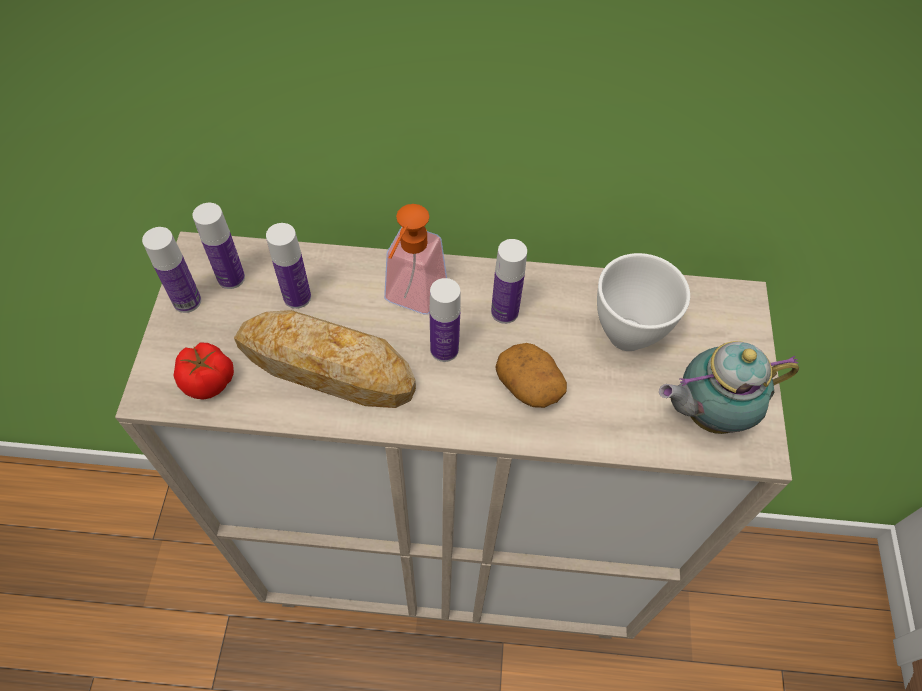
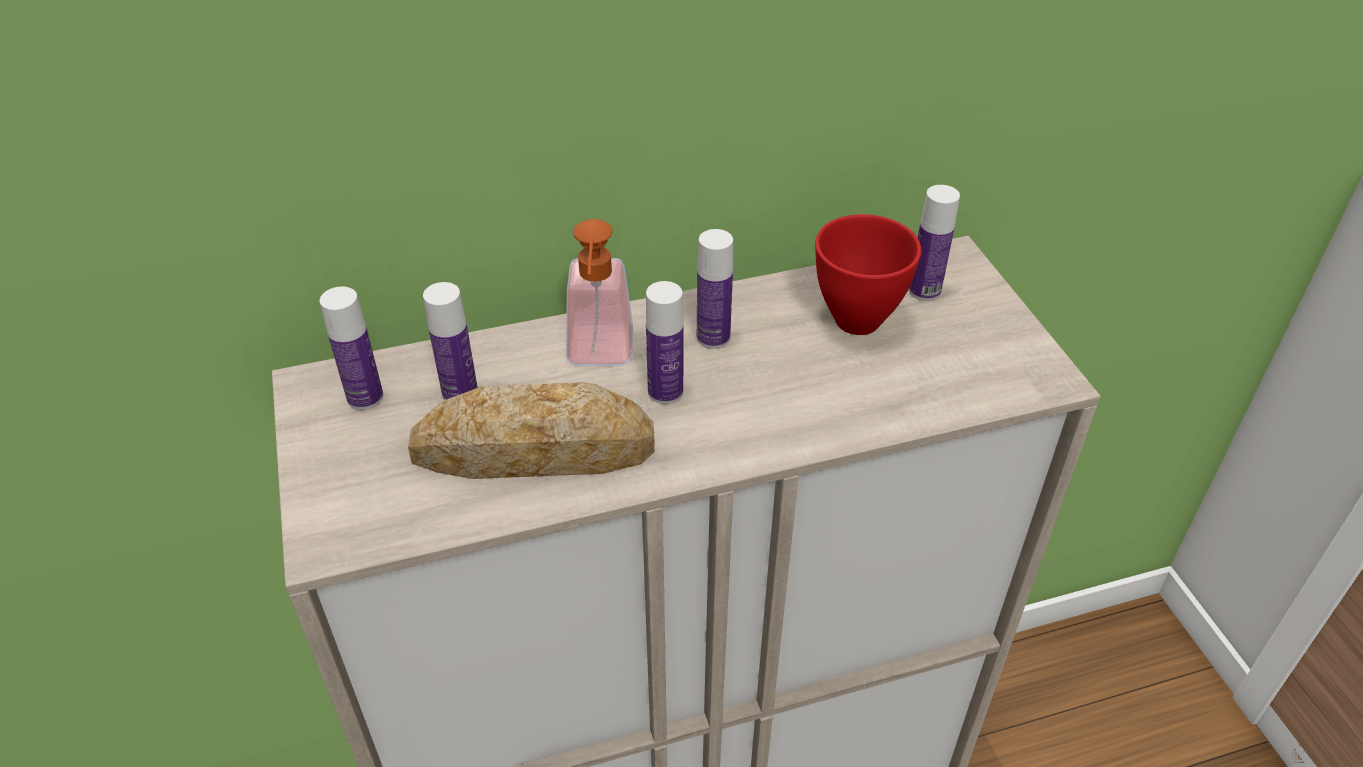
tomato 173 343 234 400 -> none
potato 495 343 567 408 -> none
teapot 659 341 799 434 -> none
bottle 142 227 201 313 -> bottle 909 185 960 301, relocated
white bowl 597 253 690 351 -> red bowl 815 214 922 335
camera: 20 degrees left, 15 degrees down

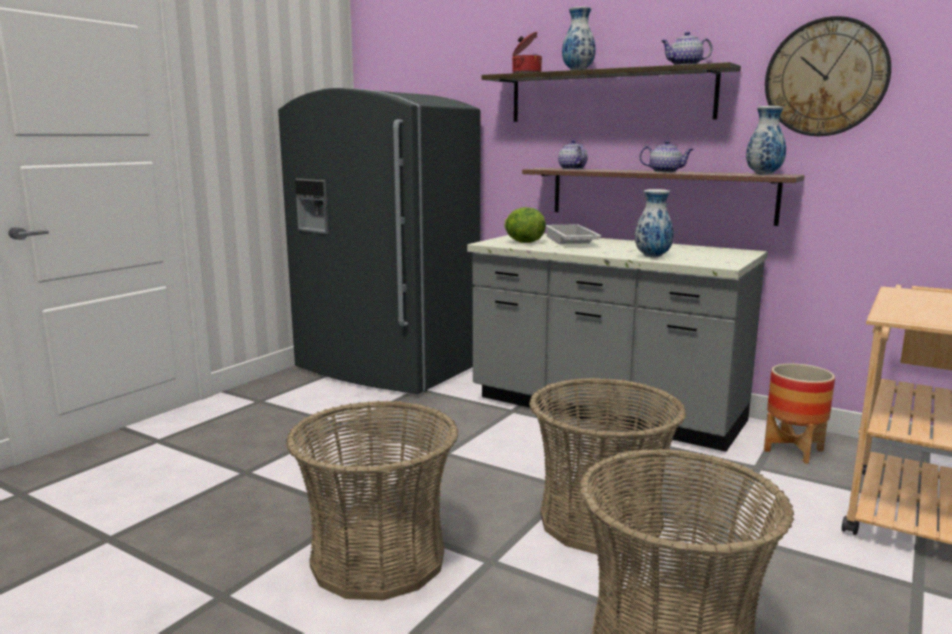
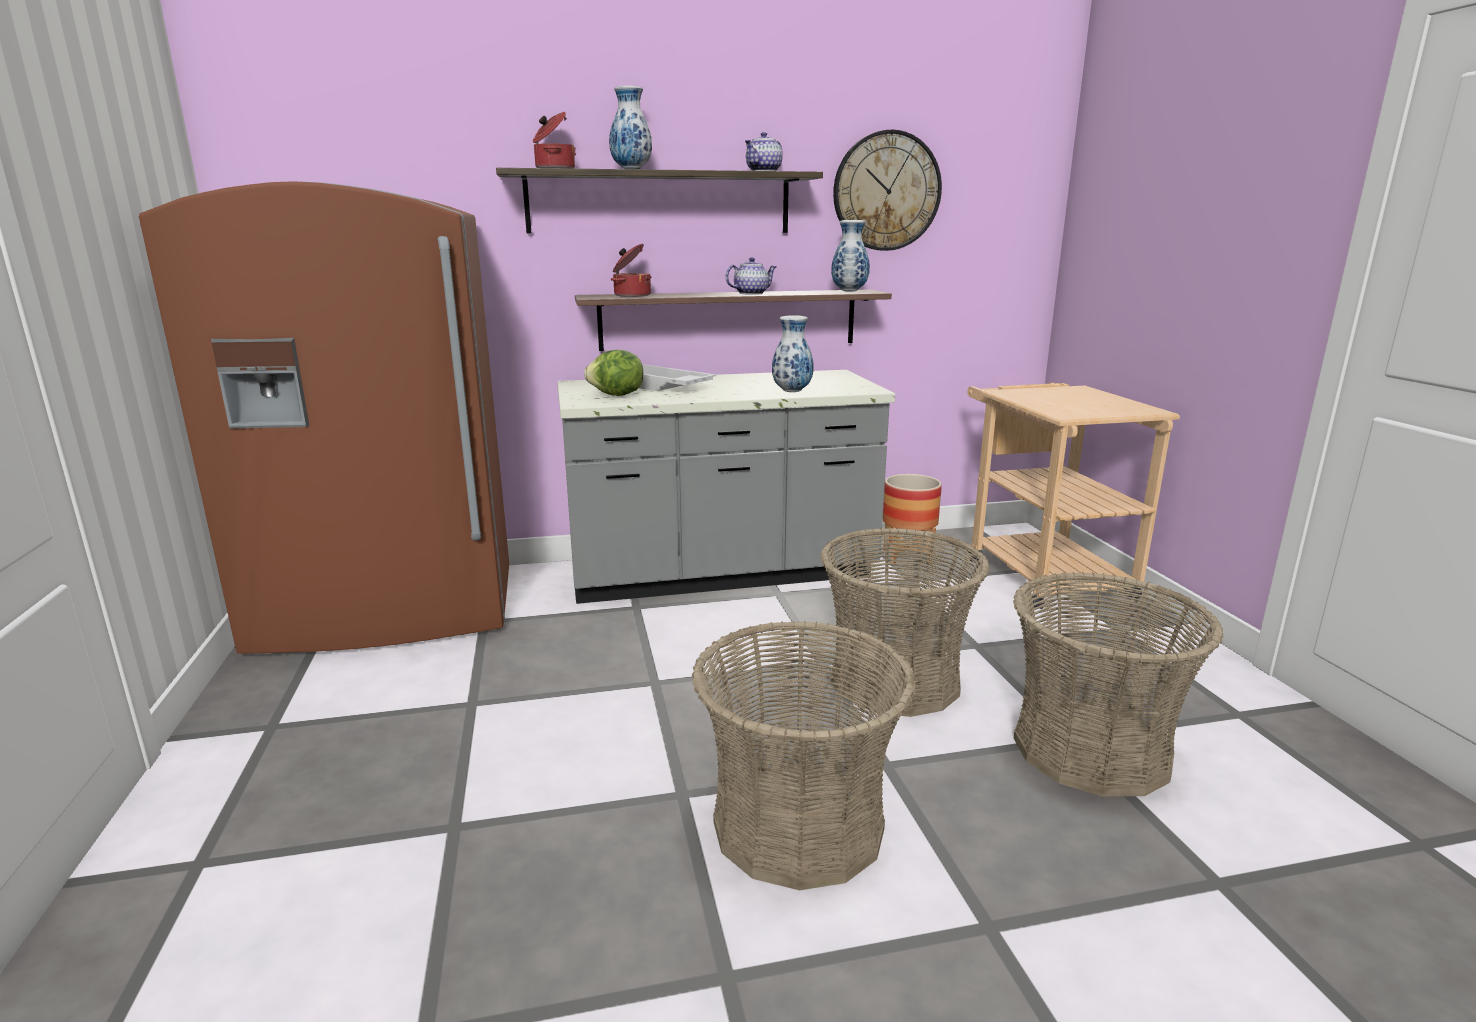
teapot 558 140 588 169 -> cooking pot 611 244 652 297
grey fridge 278 88 480 394 -> brown fridge 139 181 509 654
camera: 45 degrees left, 5 degrees up

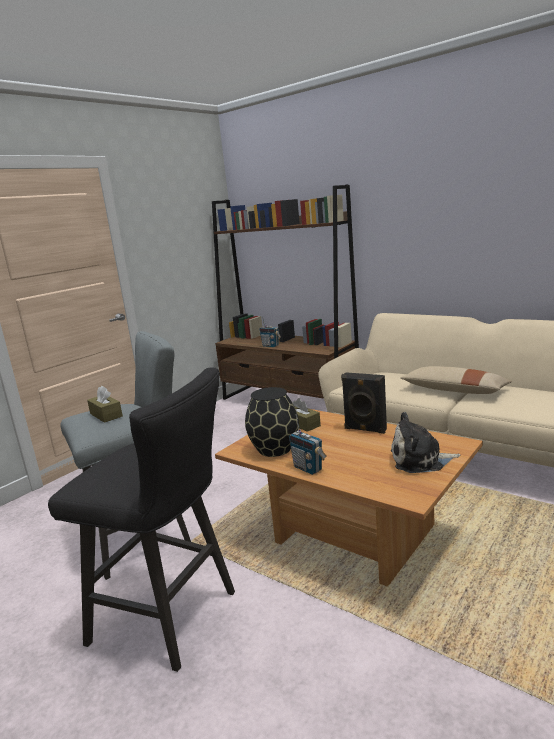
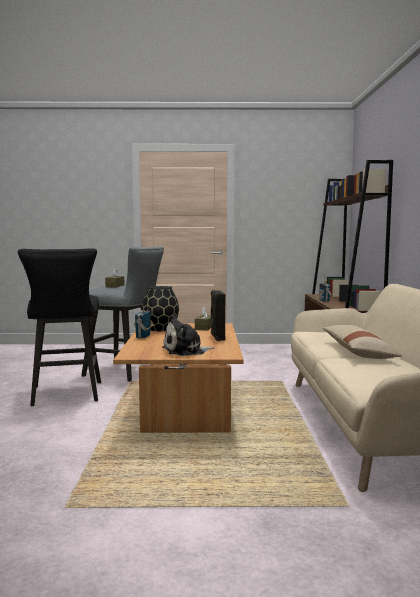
plush toy 391 412 460 473 -> plush toy 162 315 215 356, 75 degrees counterclockwise
camera: 50 degrees right, 10 degrees down

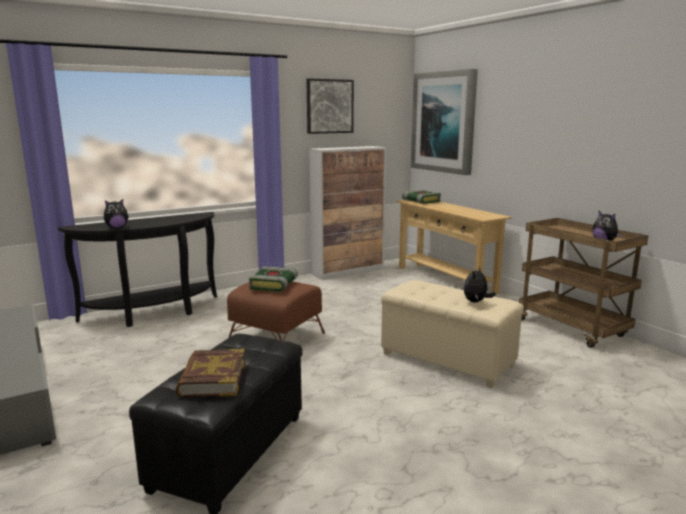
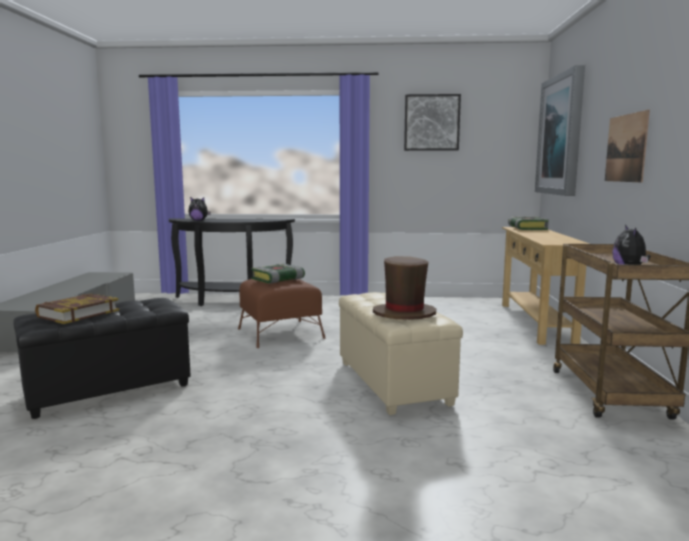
cabinet 309 146 386 280 -> none
none -> picture 605 110 650 182
plush toy 464 266 496 302 -> brown hat 373 256 436 320
camera: 35 degrees right, 5 degrees down

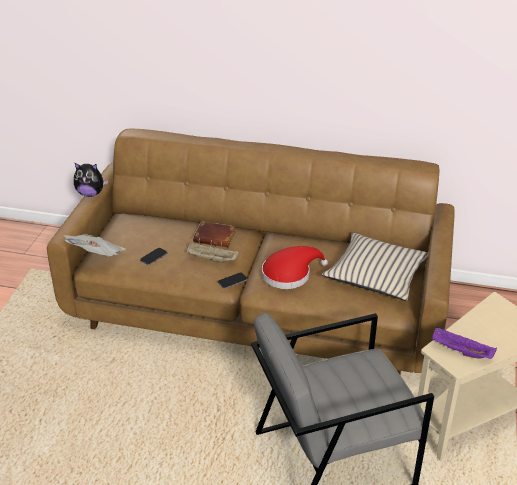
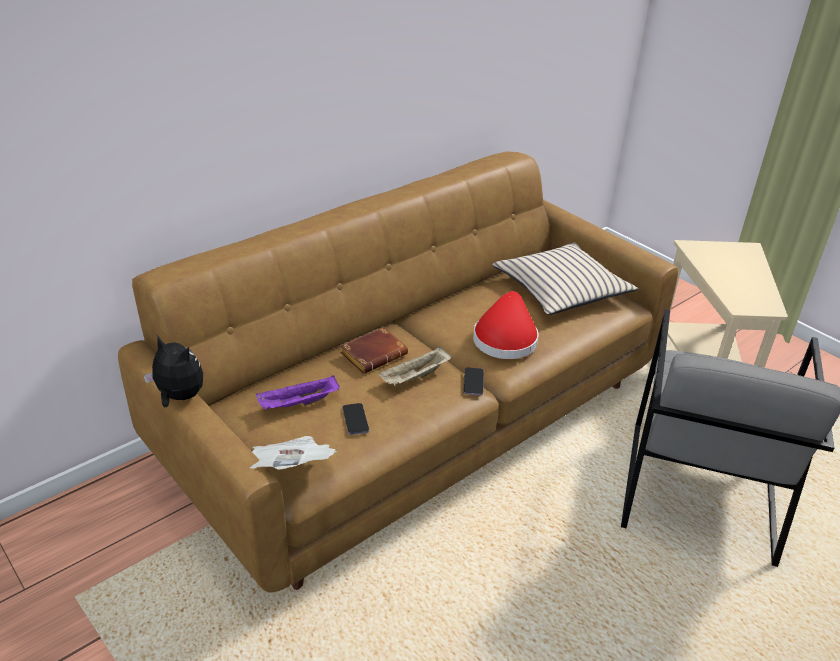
purple tray 432 327 497 359 -> purple tray 256 375 339 410, relocated
plush toy 74 162 108 197 -> plush toy 143 336 203 408, 105 degrees counterclockwise
camera: 55 degrees left, 0 degrees up

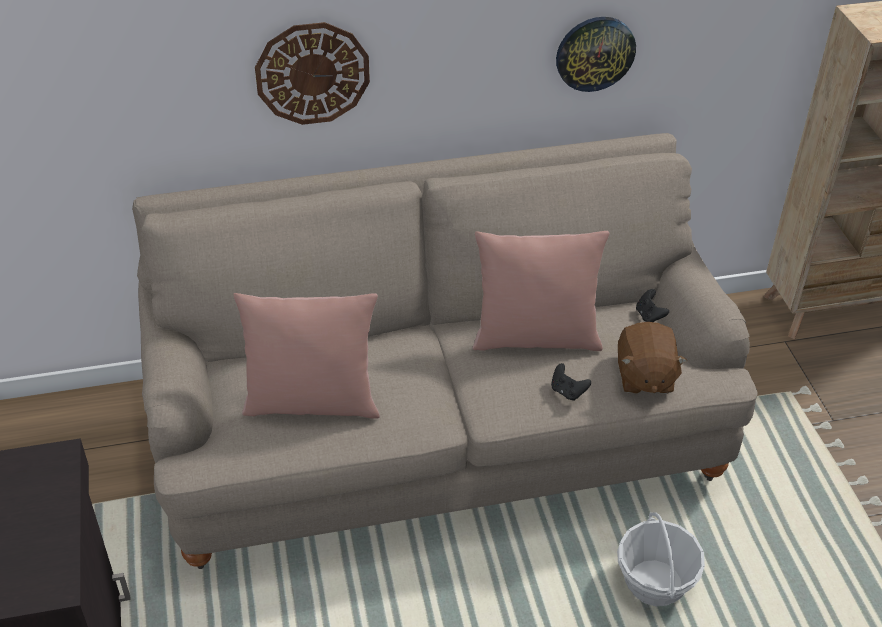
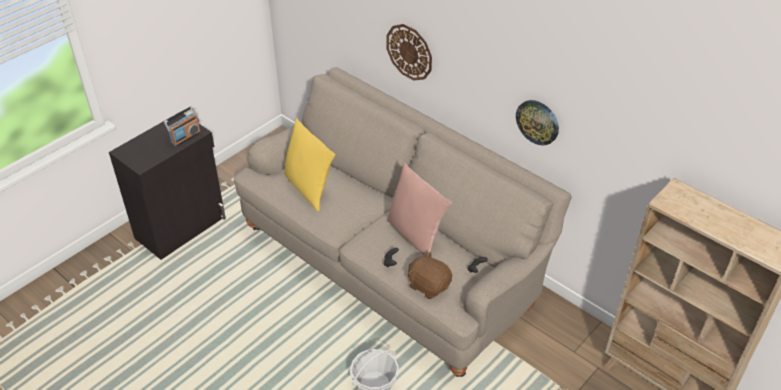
none -> radio 164 106 201 147
pink pillow 234 293 380 418 -> yellow pillow 284 118 335 212
brown plush toy 618 322 687 394 -> brown plush toy 408 252 452 299, 75 degrees clockwise
camera: 55 degrees right, 0 degrees up

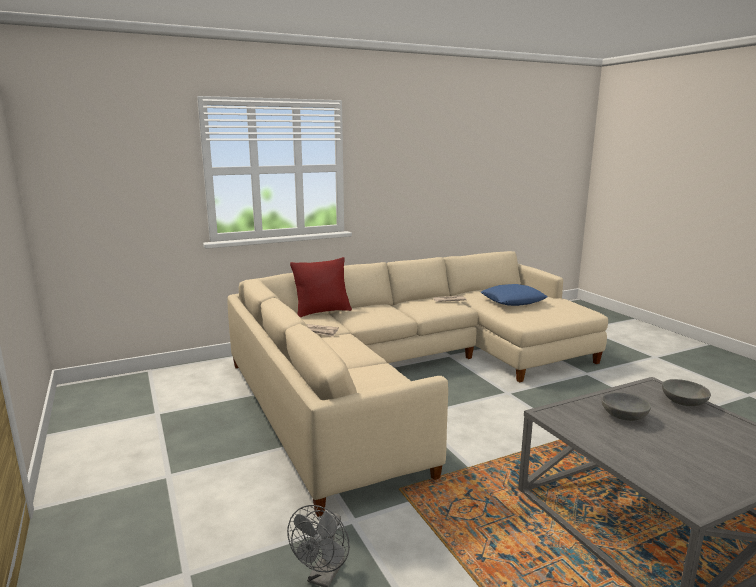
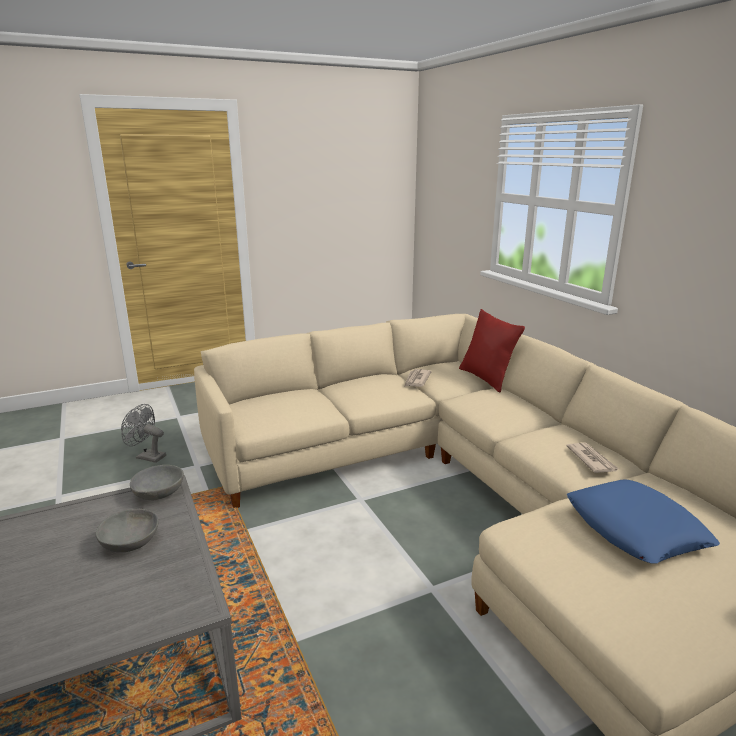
grey bowl 662 379 711 406 -> grey bowl 130 465 184 500, relocated
camera: 90 degrees right, 5 degrees up

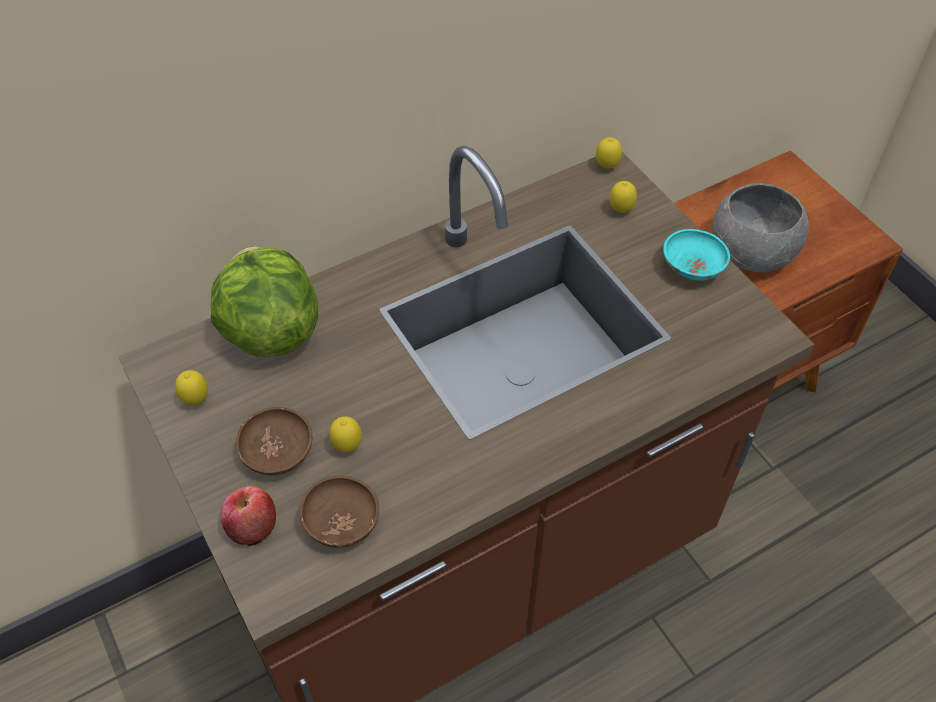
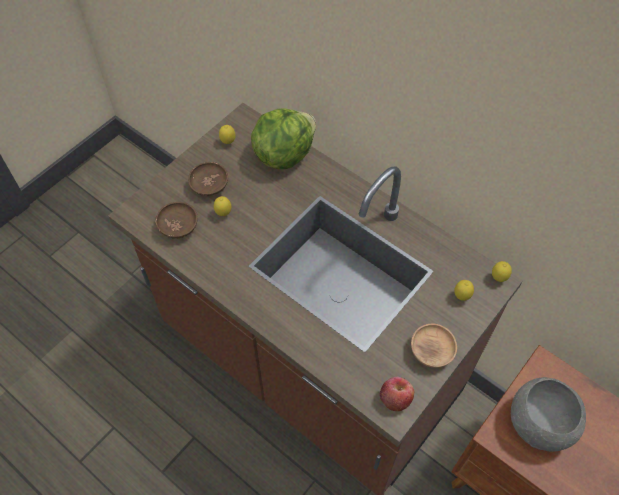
apple 221 486 276 546 -> apple 380 377 414 411, relocated
turquoise bowl 663 229 730 281 -> brown bowl 411 323 457 368
camera: 70 degrees right, 5 degrees up

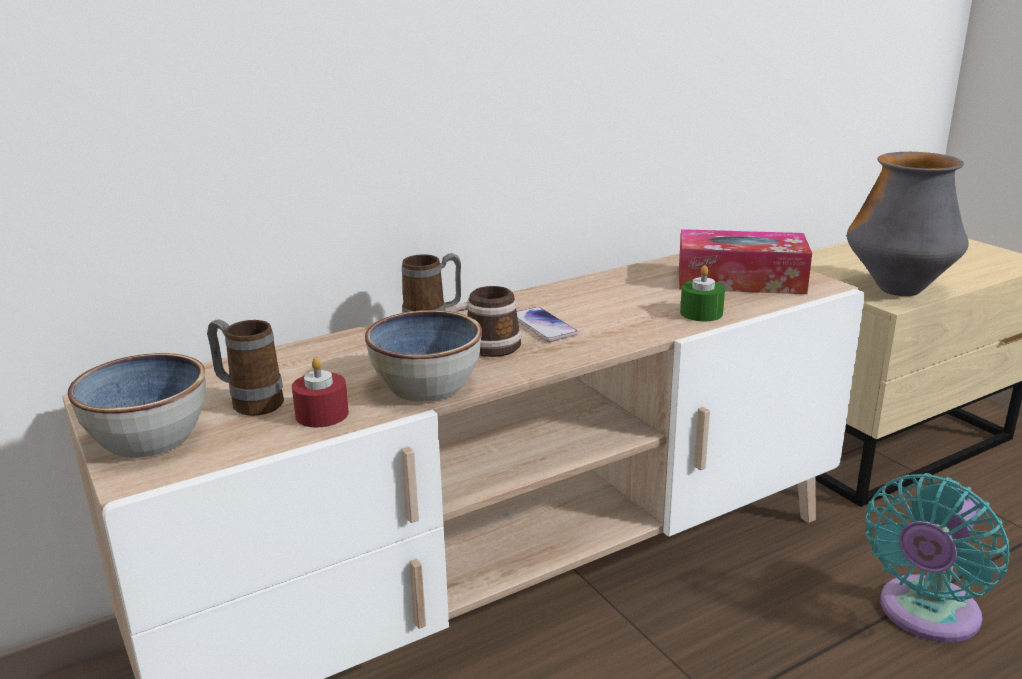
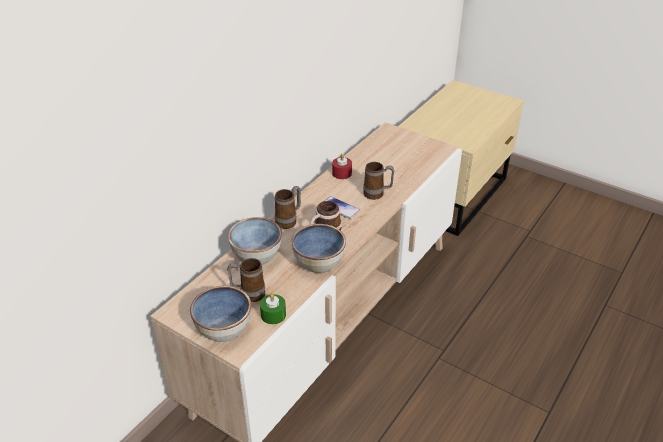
tissue box 679 229 812 294 -> none
vase 847 152 969 296 -> none
turquoise fan 865 473 1010 642 -> none
none -> bowl 228 217 282 265
none -> mug 363 162 394 200
red candle 292 357 349 428 -> red candle 332 153 352 179, relocated
green candle 680 265 725 321 -> green candle 260 293 286 324, relocated
camera: 25 degrees left, 15 degrees up

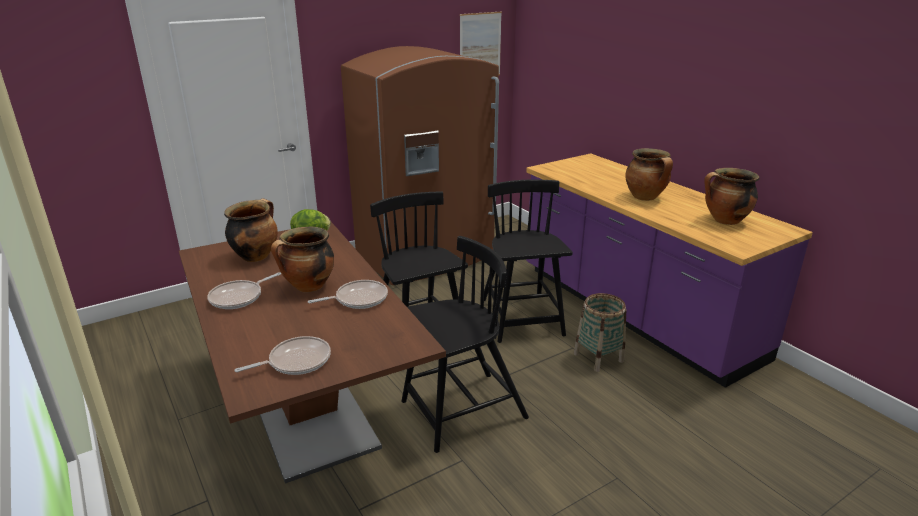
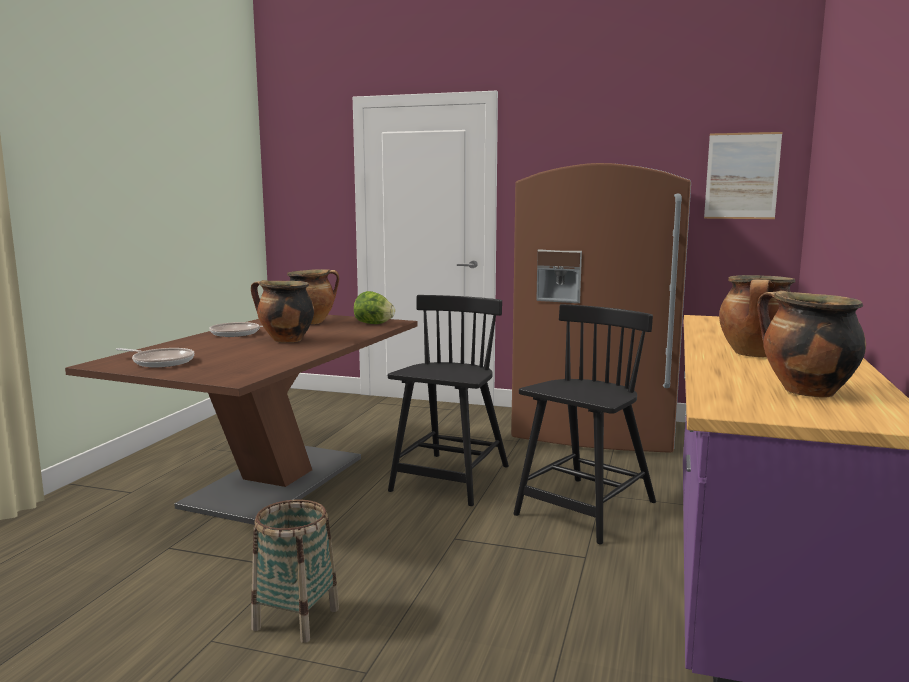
frying pan 308 280 388 309 -> none
black chair 401 236 529 453 -> none
basket 574 293 626 372 -> basket 251 499 339 643, relocated
camera: 50 degrees right, 15 degrees down

